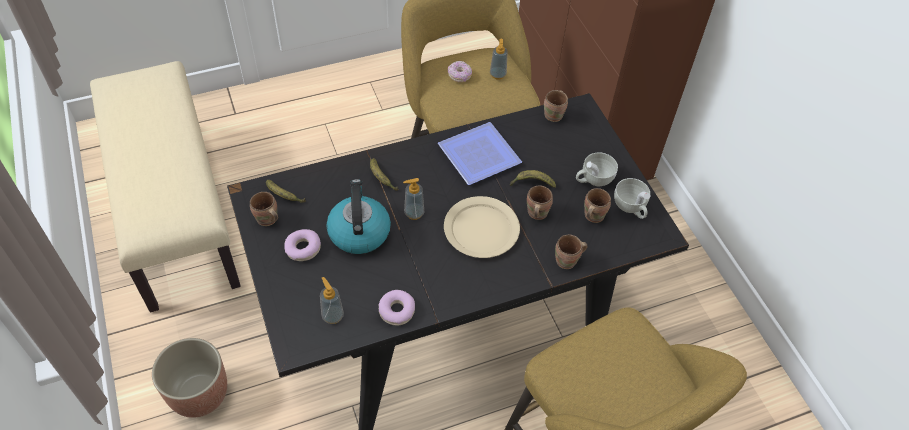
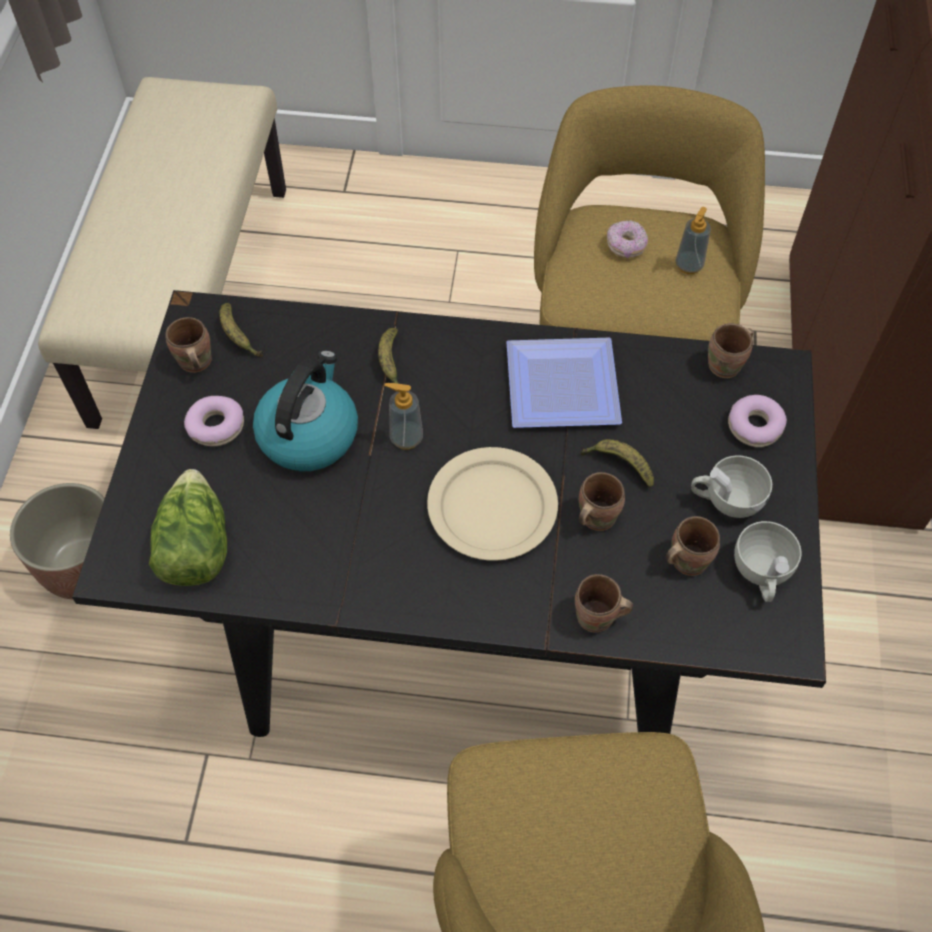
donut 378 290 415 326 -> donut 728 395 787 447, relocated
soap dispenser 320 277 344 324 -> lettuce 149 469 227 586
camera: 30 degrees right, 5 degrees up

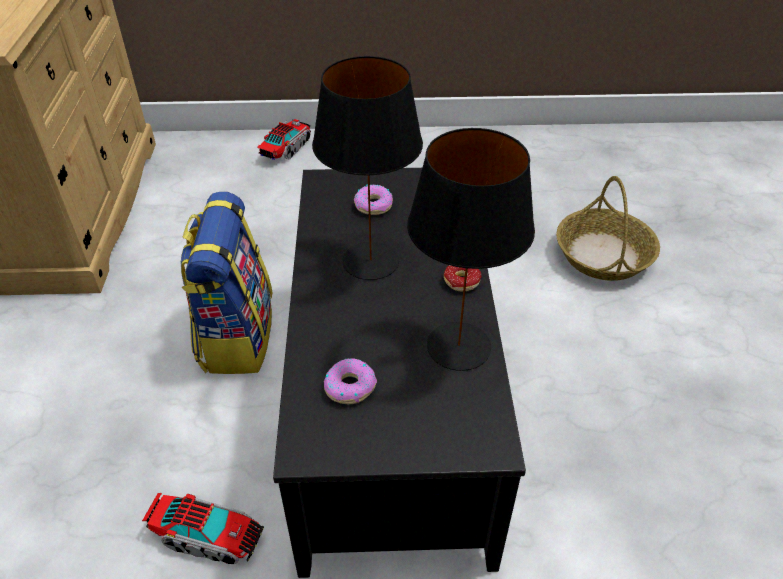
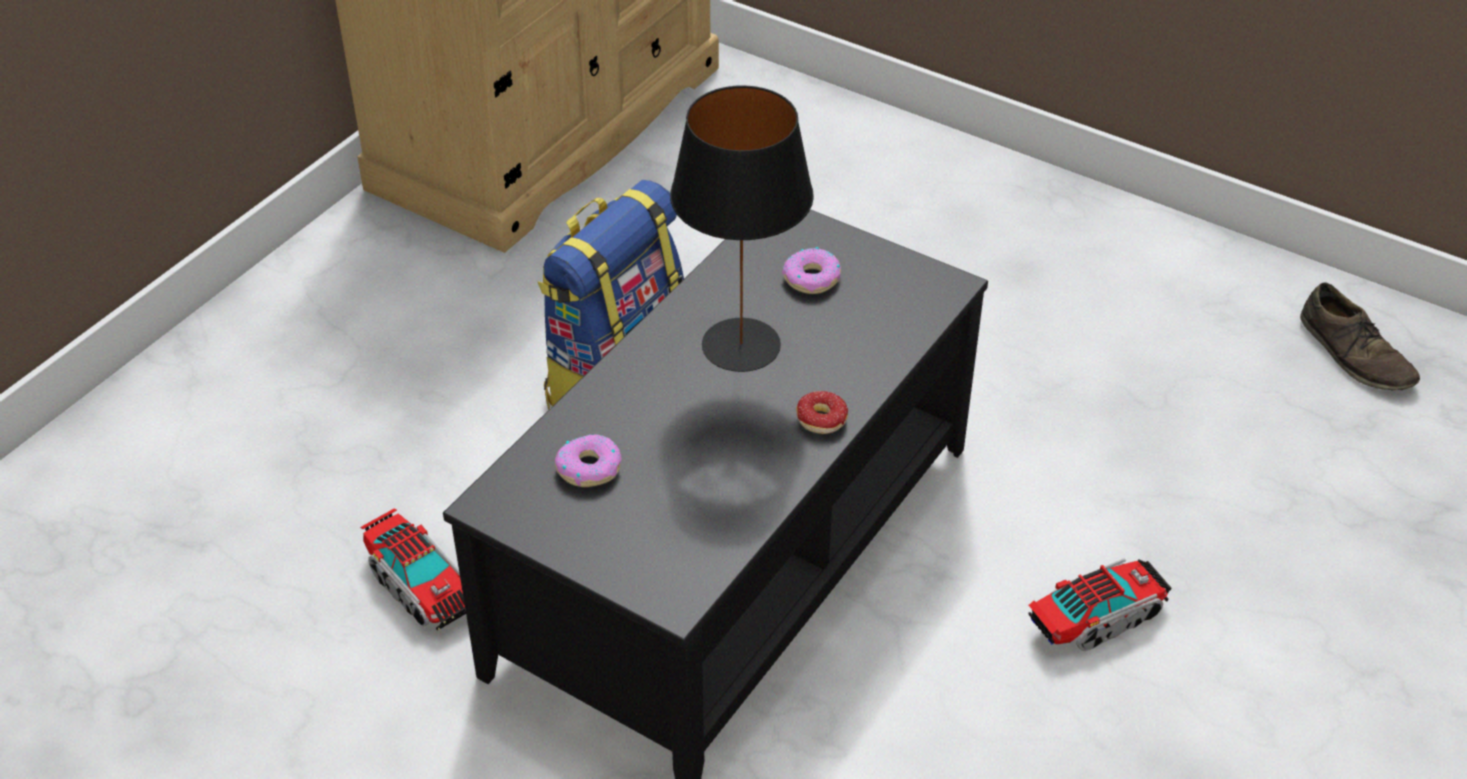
black table lamp 407 128 535 371 -> none
basket 556 176 660 281 -> none
none -> brown shoe 1300 283 1420 390
toy truck 257 119 311 160 -> toy truck 1029 558 1171 651, relocated
camera: 35 degrees right, 0 degrees up

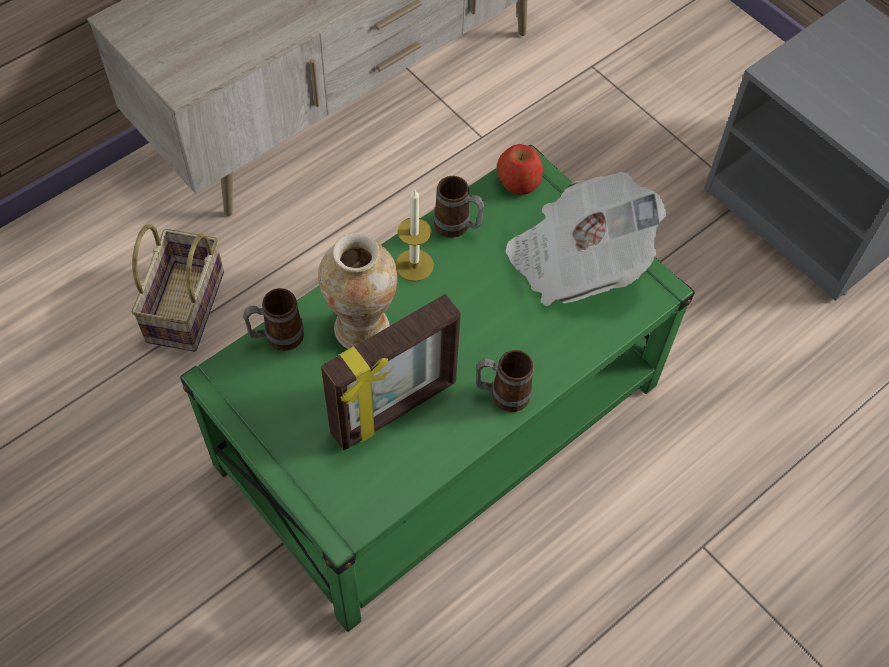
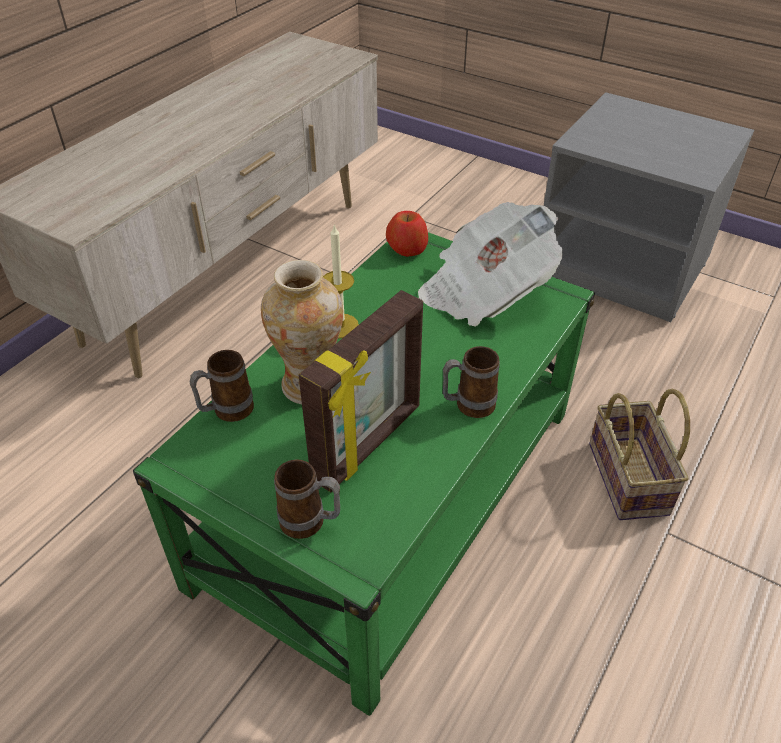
basket 132 224 224 352 -> basket 589 389 690 520, relocated
mug 434 176 485 238 -> mug 274 459 340 539, relocated
camera: 15 degrees left, 15 degrees down

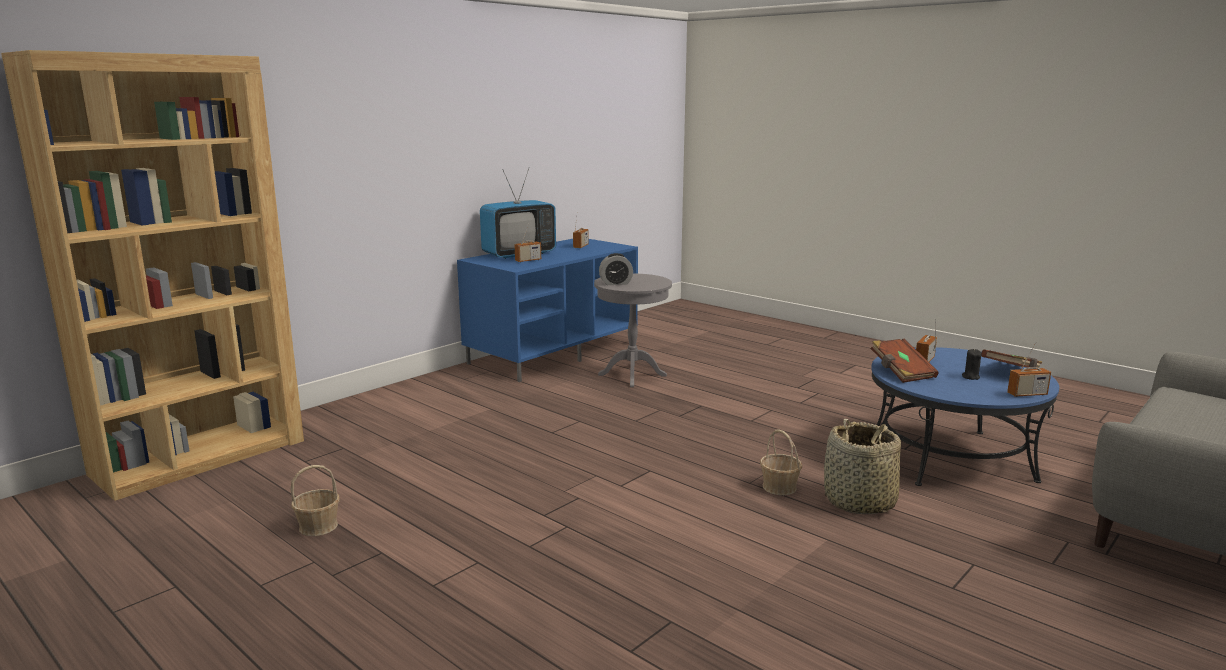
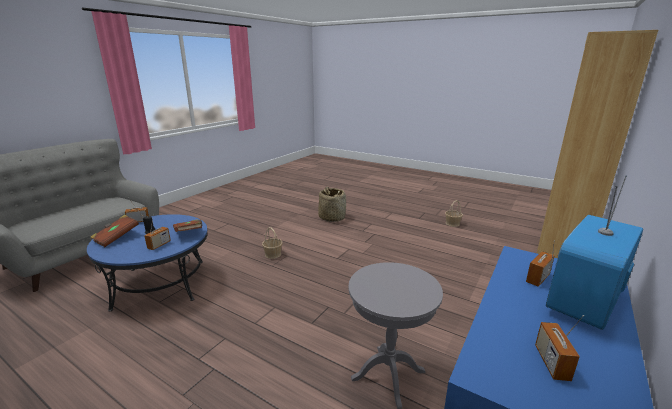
alarm clock 599 253 633 285 -> none
basket 824 419 901 514 -> basket 318 187 346 222, relocated
camera: 170 degrees right, 5 degrees up

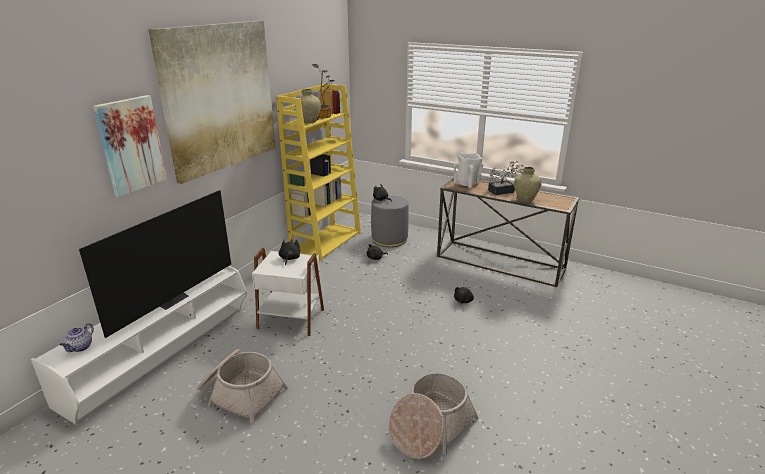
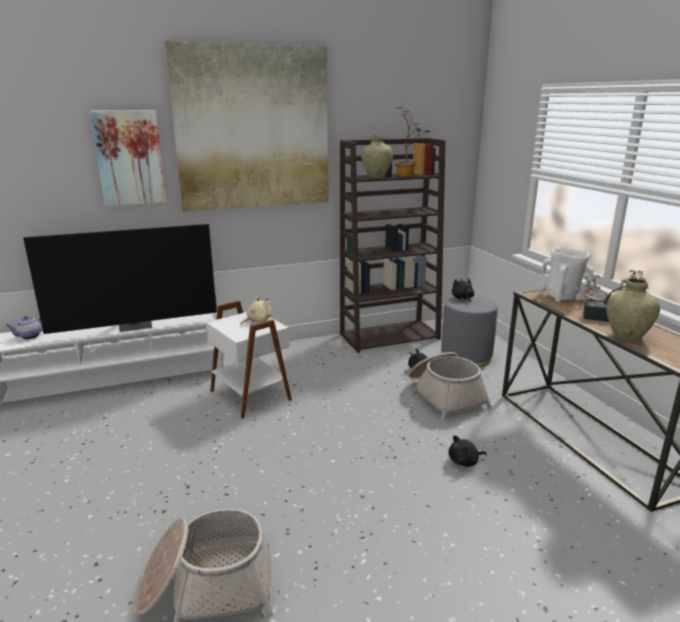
basket 197 349 288 426 -> basket 408 352 492 421, relocated
yellow bookcase 276 84 361 261 -> brown bookcase 340 138 446 353
black plush toy 279 239 300 266 -> beige plush toy 241 297 272 325
camera: 40 degrees right, 5 degrees down

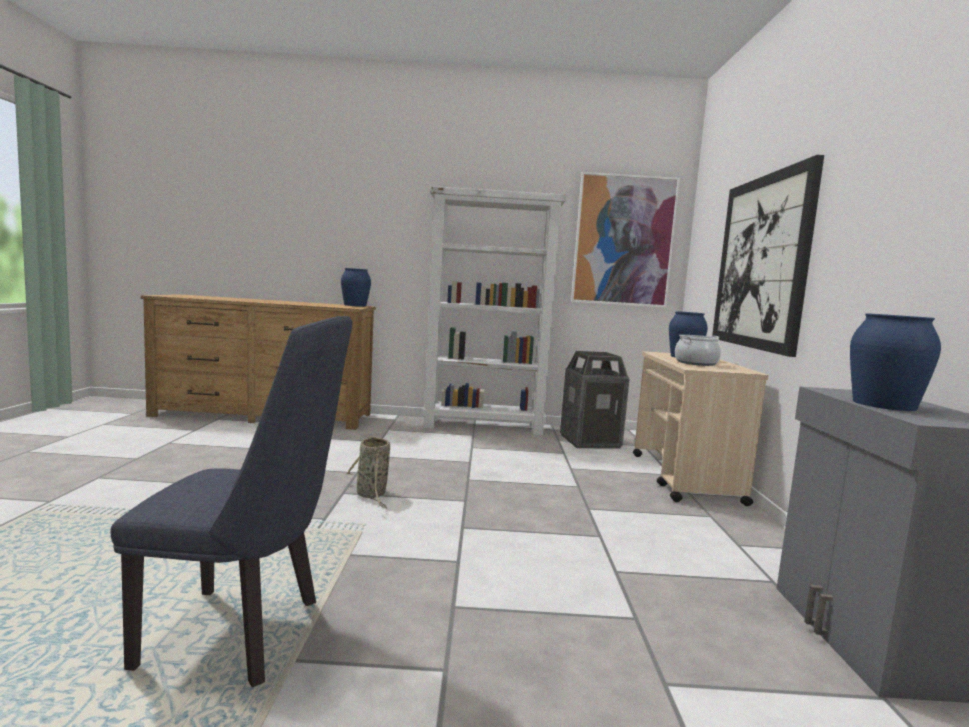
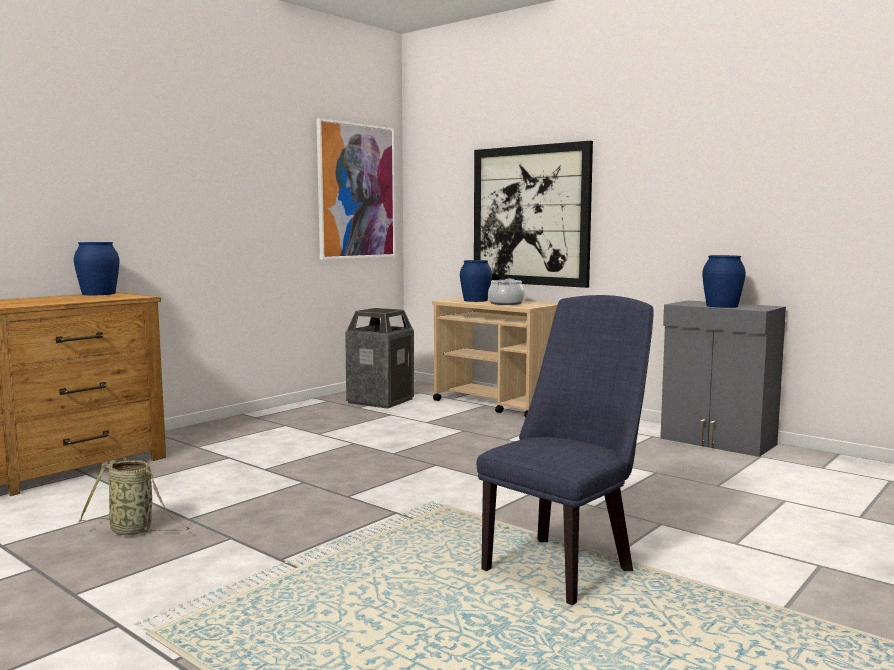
white bookcase 422 186 566 436 -> none
basket 345 435 390 508 -> basket 79 460 189 535, relocated
camera: 50 degrees left, 0 degrees up

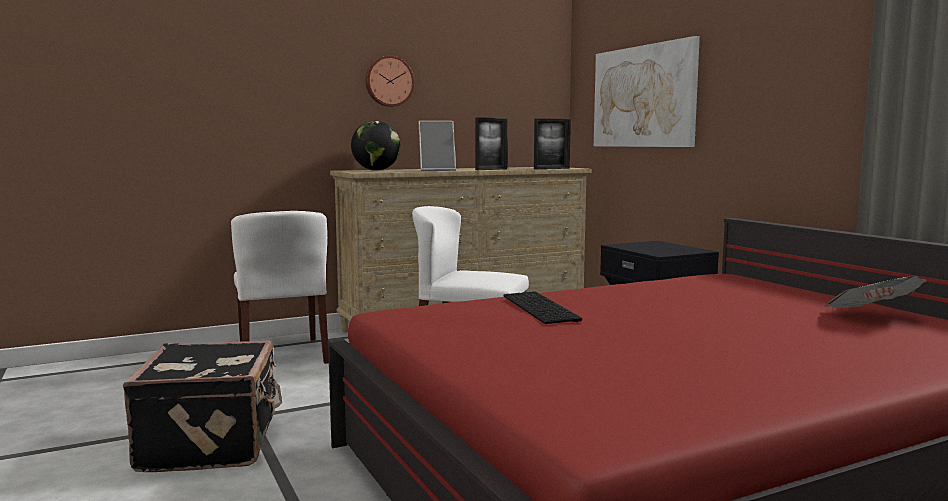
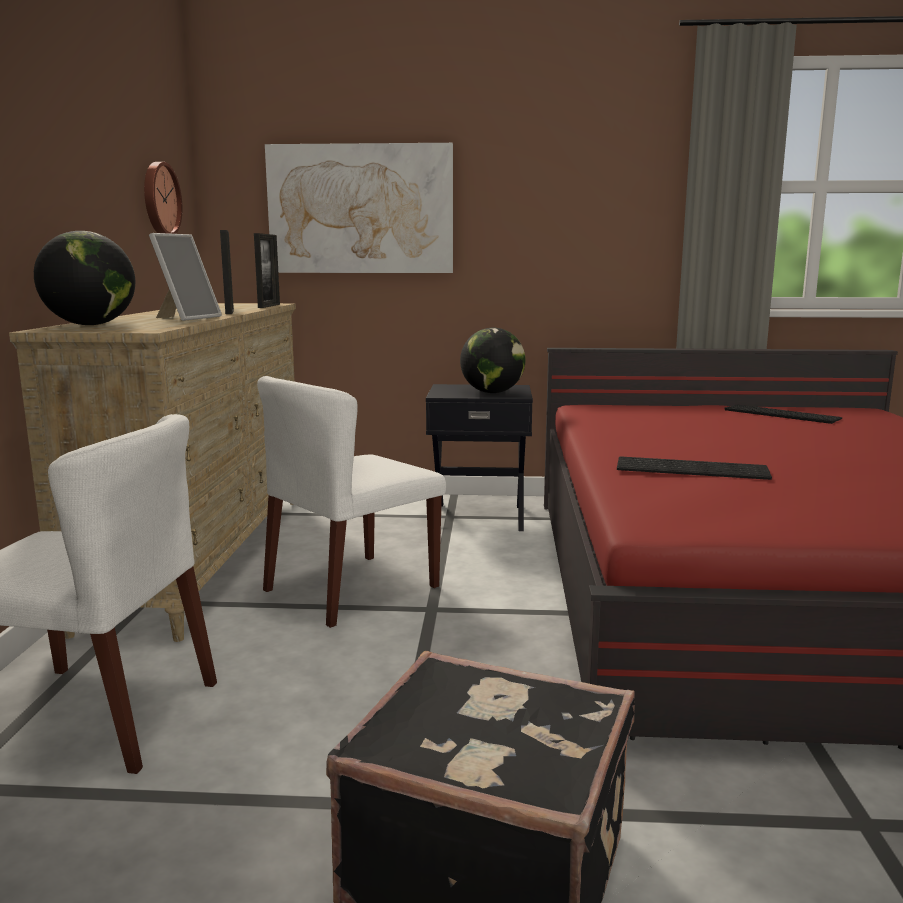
none -> globe 460 328 526 393
wall clock 365 56 414 107 -> wall clock 144 162 182 234, relocated
newspaper 824 276 926 308 -> keyboard 724 405 842 424
camera: 60 degrees left, 5 degrees up

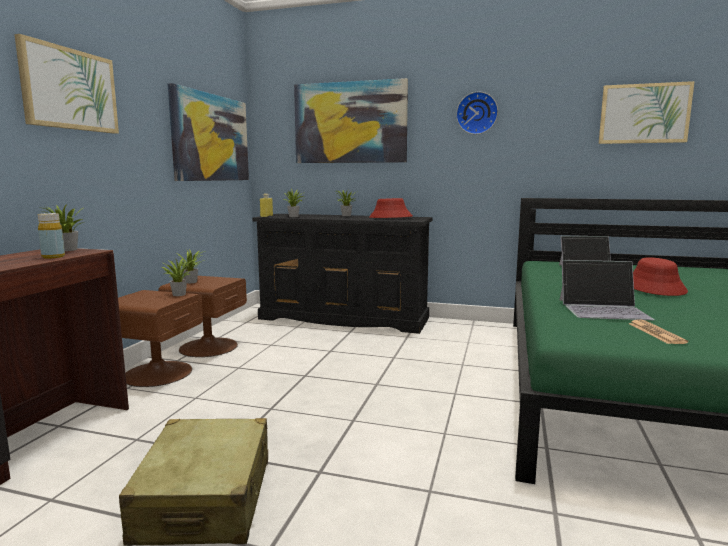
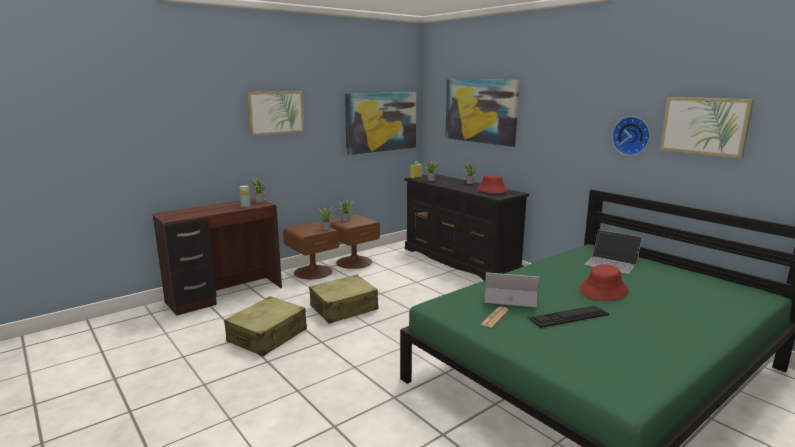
none -> beige suitcase 309 274 378 324
none -> keyboard 527 306 609 328
wall clock 456 91 498 134 -> wall clock 612 116 650 156, relocated
laptop 559 260 655 320 -> laptop 485 272 540 307, 150 degrees clockwise
camera: 35 degrees right, 5 degrees up

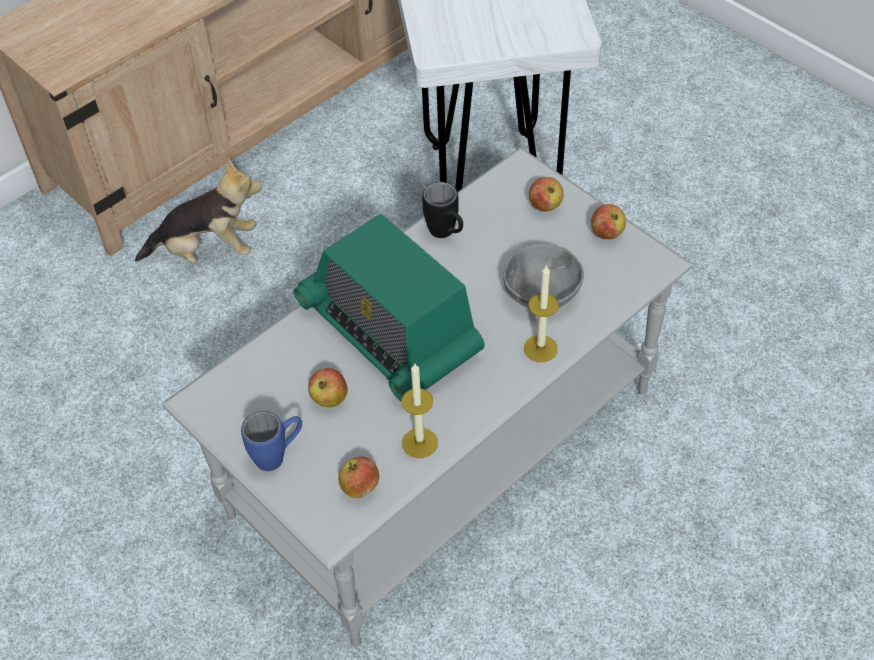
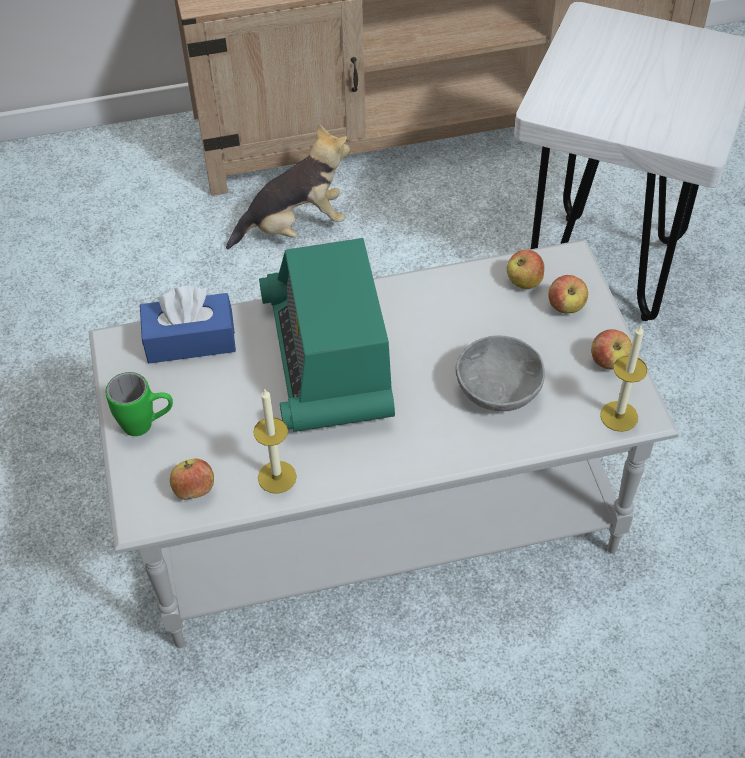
black mug 422 182 463 238 -> none
none -> blue tissue box 140 286 236 364
apple 308 368 348 407 -> apple 507 250 545 289, relocated
candle 524 264 559 362 -> candle 600 325 647 432, relocated
blue mug 241 411 302 471 -> green mug 106 372 173 436
plush toy 135 159 262 263 -> plush toy 226 123 350 250, 45 degrees counterclockwise
camera: 30 degrees right, 0 degrees up

